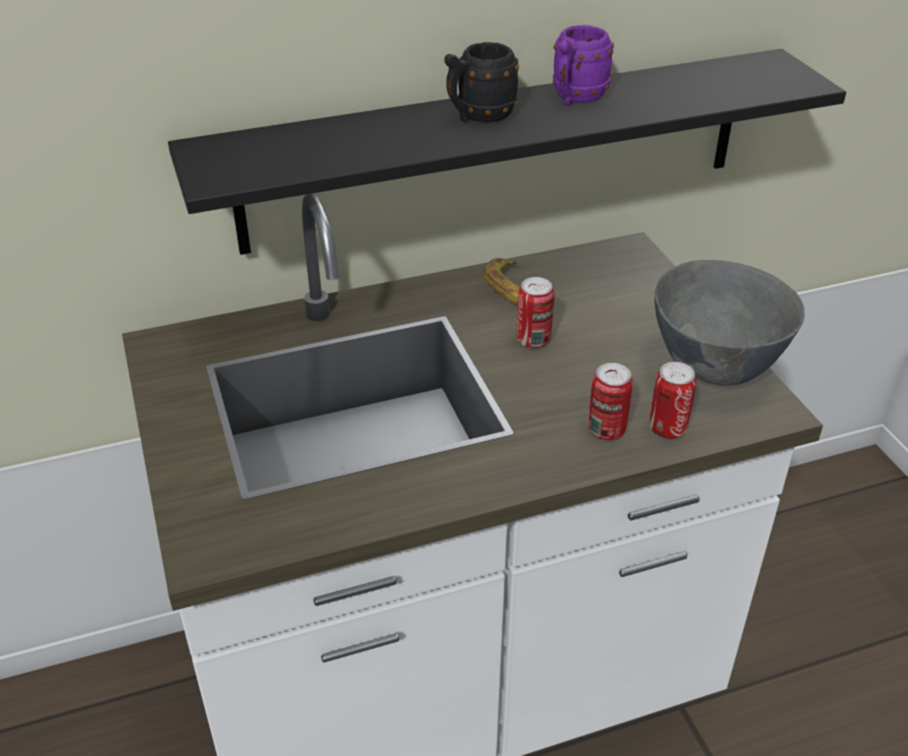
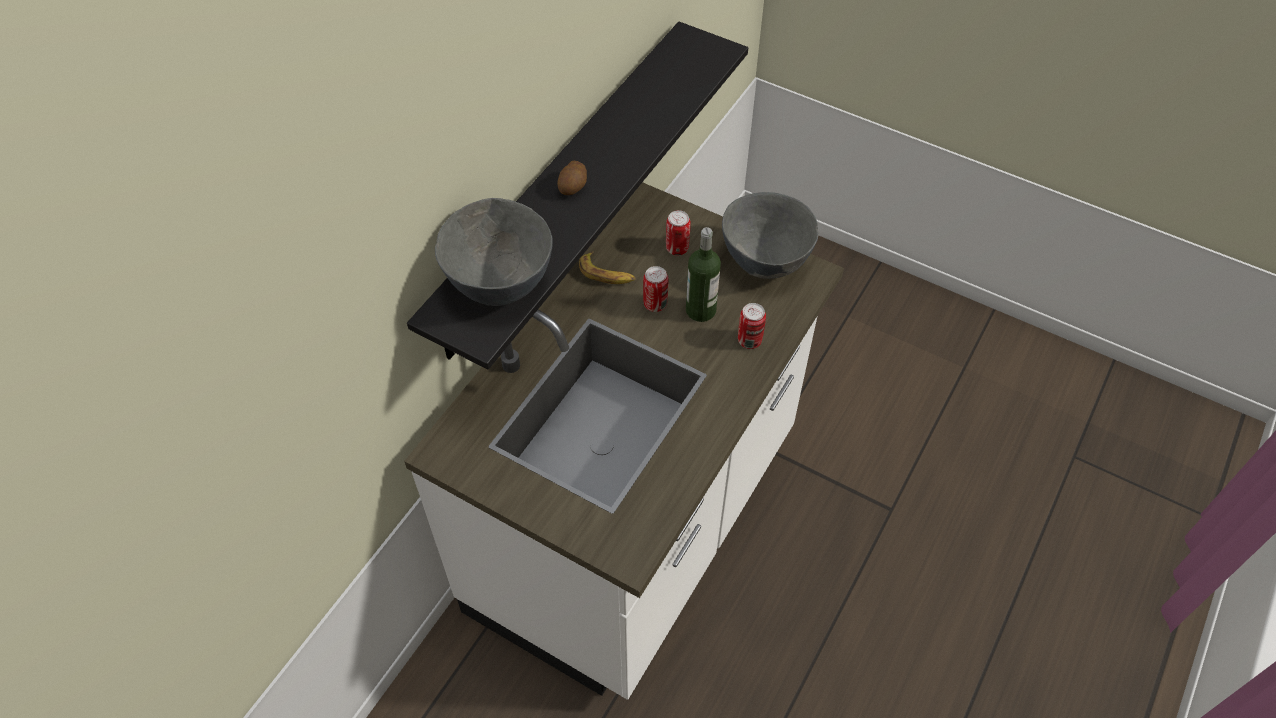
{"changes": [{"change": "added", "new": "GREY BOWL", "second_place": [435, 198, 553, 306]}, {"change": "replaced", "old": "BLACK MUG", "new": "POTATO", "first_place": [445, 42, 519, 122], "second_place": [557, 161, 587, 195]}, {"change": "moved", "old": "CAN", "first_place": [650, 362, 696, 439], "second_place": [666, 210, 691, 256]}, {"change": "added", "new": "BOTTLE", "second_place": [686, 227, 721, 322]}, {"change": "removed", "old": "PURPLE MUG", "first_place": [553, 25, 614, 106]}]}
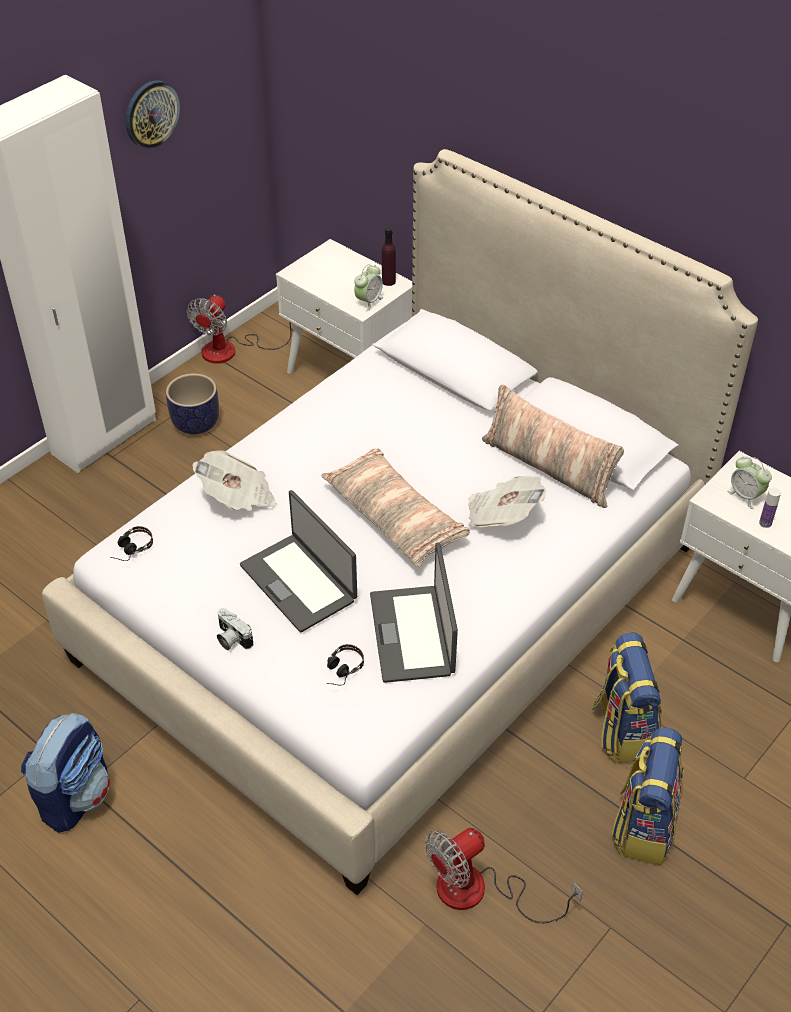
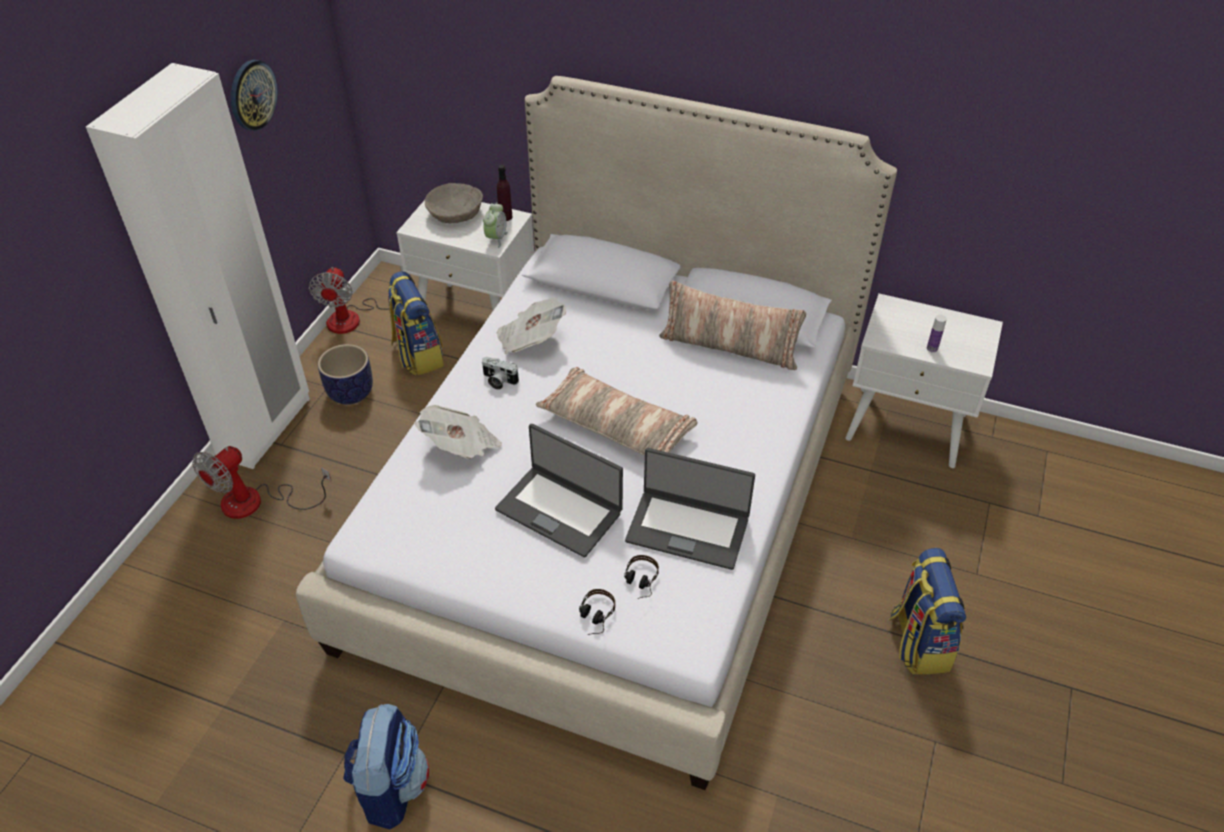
{"changes": [{"change": "moved", "old": "FAN", "first_place": [425, 828, 583, 923], "second_place": [192, 446, 331, 519]}, {"change": "moved", "old": "BACKPACK", "first_place": [592, 632, 662, 763], "second_place": [387, 271, 444, 376]}, {"change": "added", "new": "BEIGE BOWL", "second_place": [425, 183, 483, 223]}, {"change": "moved", "old": "PHOTO CAMERA", "first_place": [217, 608, 253, 650], "second_place": [482, 357, 519, 390]}, {"change": "moved", "old": "NEWSPAPER", "first_place": [468, 476, 546, 527], "second_place": [496, 297, 566, 354]}, {"change": "moved", "old": "HEADPHONES", "first_place": [110, 526, 153, 561], "second_place": [579, 589, 615, 635]}, {"change": "turned", "old": "LAPTOP", "first_place": [370, 543, 458, 683], "second_place": [625, 448, 755, 570], "degrees": -45}, {"change": "removed", "old": "ALARM CLOCK", "first_place": [727, 456, 772, 509]}]}
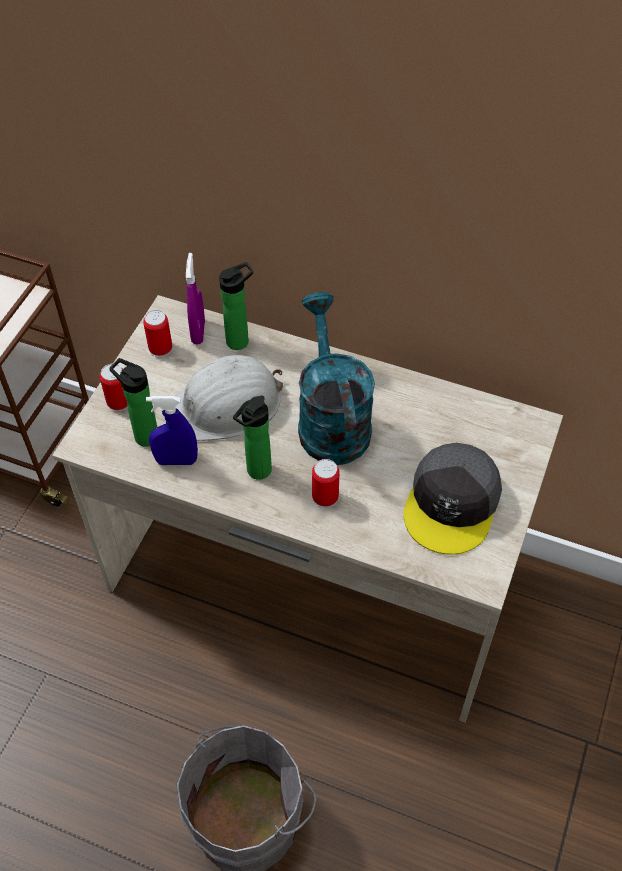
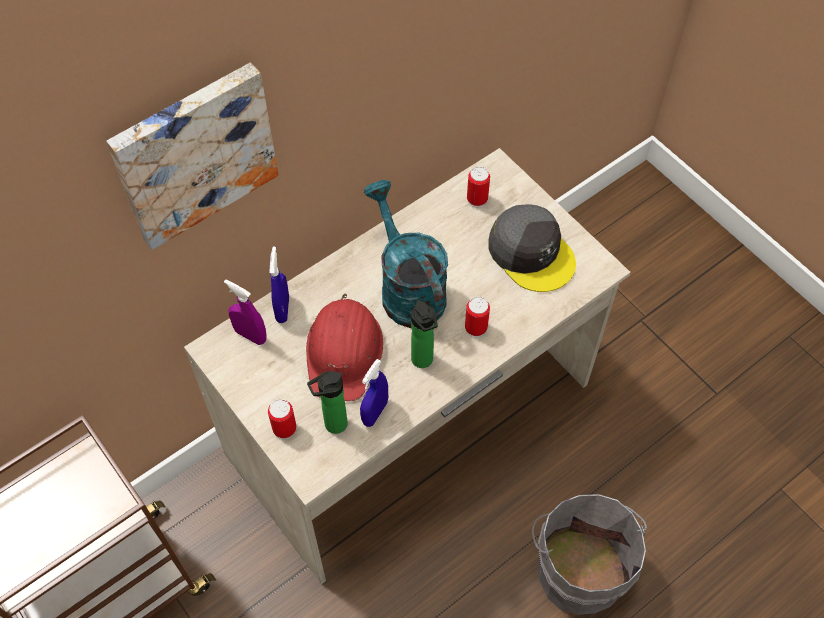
{"changes": [{"change": "added", "new": "PICTURE", "second_place": [106, 63, 278, 250]}, {"change": "replaced", "old": "BOTTLE", "new": "BLUE SPRAY BOTTLE", "first_place": [219, 262, 253, 350], "second_place": [270, 246, 289, 323]}, {"change": "recoloured", "old": "WHITE HARD HAT", "new": "RED HARD HAT", "first_place": [175, 355, 283, 441], "second_place": [306, 294, 383, 401]}, {"change": "turned", "old": "TURQUOISE WATERING CAN", "first_place": [298, 292, 375, 465], "second_place": [364, 180, 448, 328], "degrees": 45}, {"change": "moved", "old": "CAN", "first_place": [143, 310, 172, 358], "second_place": [467, 166, 490, 208]}]}
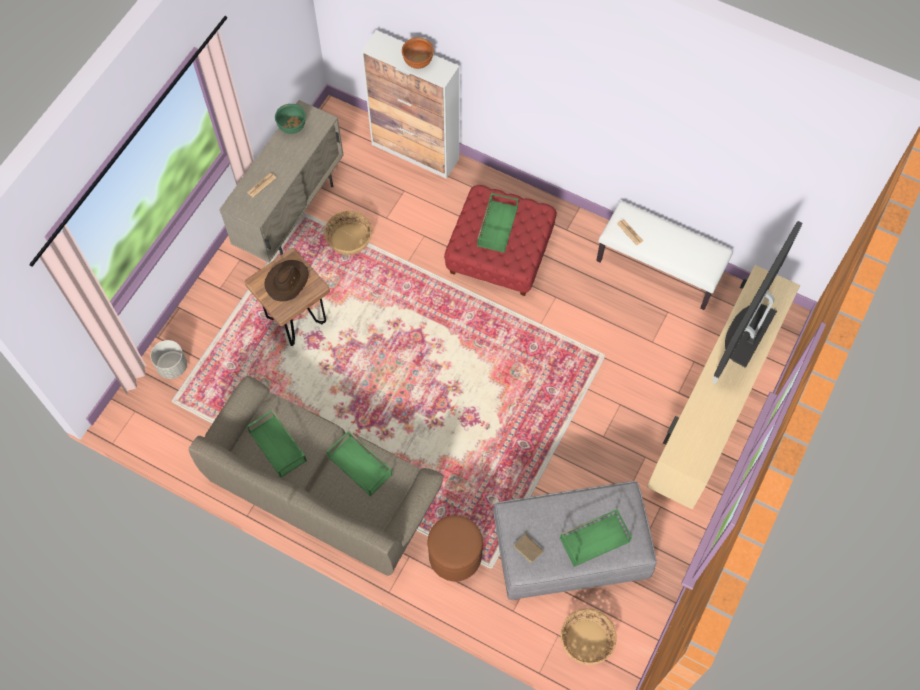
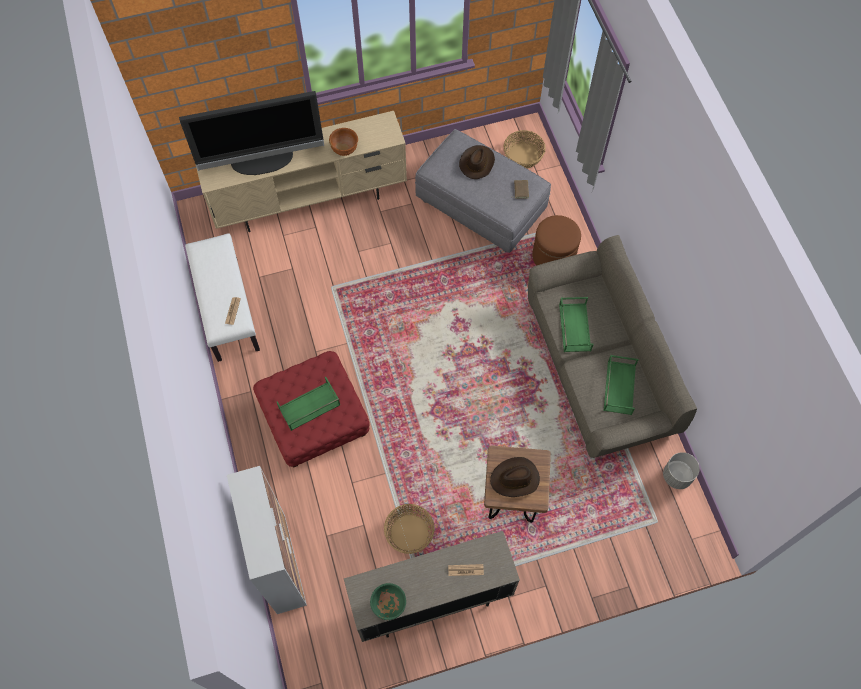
{"changes": [{"change": "moved", "old": "BROWN BOWL", "first_place": [402, 37, 434, 69], "second_place": [329, 128, 358, 156]}, {"change": "replaced", "old": "GREEN TRAY", "new": "BROWN HAT", "first_place": [560, 509, 632, 567], "second_place": [459, 145, 495, 179]}, {"change": "moved", "old": "GREY PLANTER", "first_place": [150, 340, 187, 379], "second_place": [663, 452, 700, 489]}]}
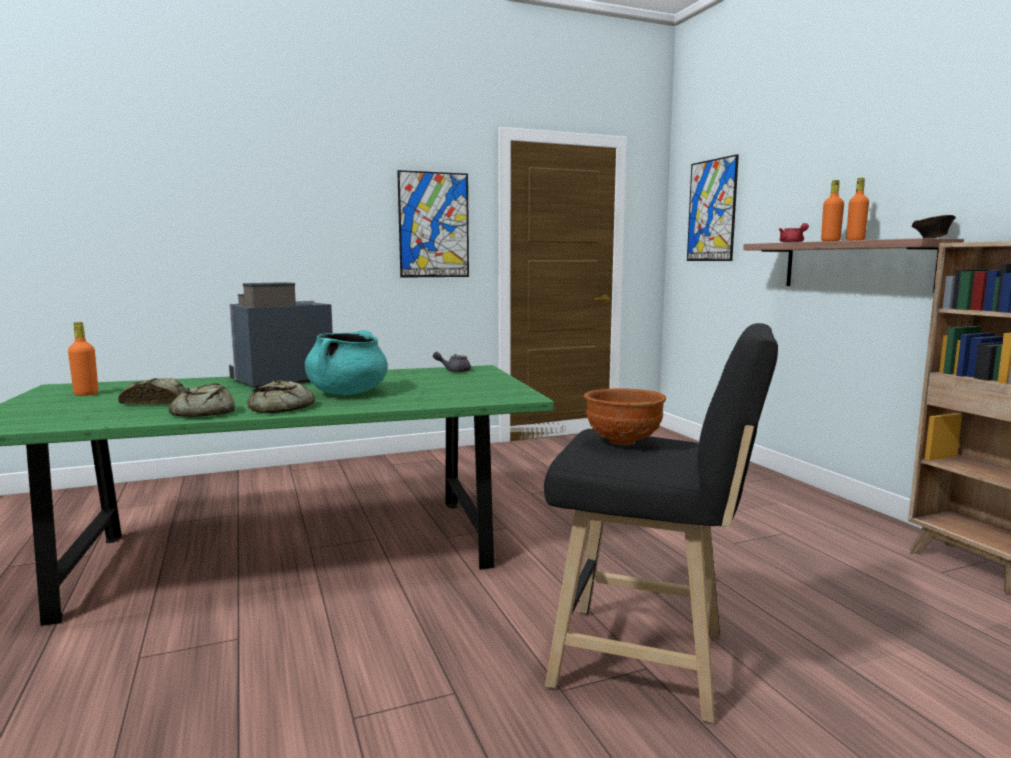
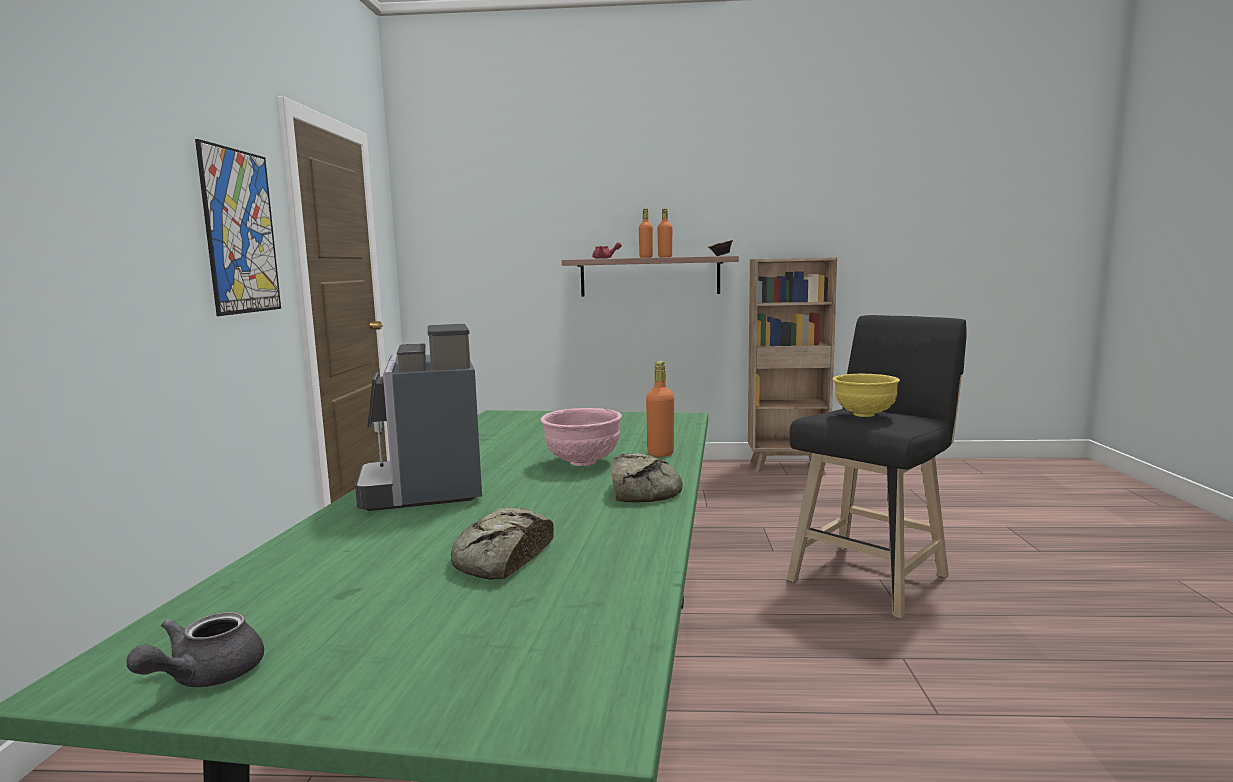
{"changes": [{"change": "moved", "old": "GREY TEAPOT", "first_place": [433, 352, 471, 373], "second_place": [126, 612, 264, 687]}, {"change": "replaced", "old": "TURQUOISE COOKING POT", "new": "PINK BOWL", "first_place": [305, 330, 388, 395], "second_place": [540, 408, 622, 466]}, {"change": "moved", "old": "ORANGE BOTTLE", "first_place": [68, 322, 99, 396], "second_place": [646, 361, 674, 457]}, {"change": "recoloured", "old": "BROWN BOWL", "new": "YELLOW BOWL", "first_place": [584, 388, 666, 445], "second_place": [832, 374, 900, 417]}, {"change": "removed", "old": "BREAD", "first_place": [169, 383, 235, 417]}, {"change": "removed", "old": "PICTURE", "first_place": [687, 154, 739, 261]}]}
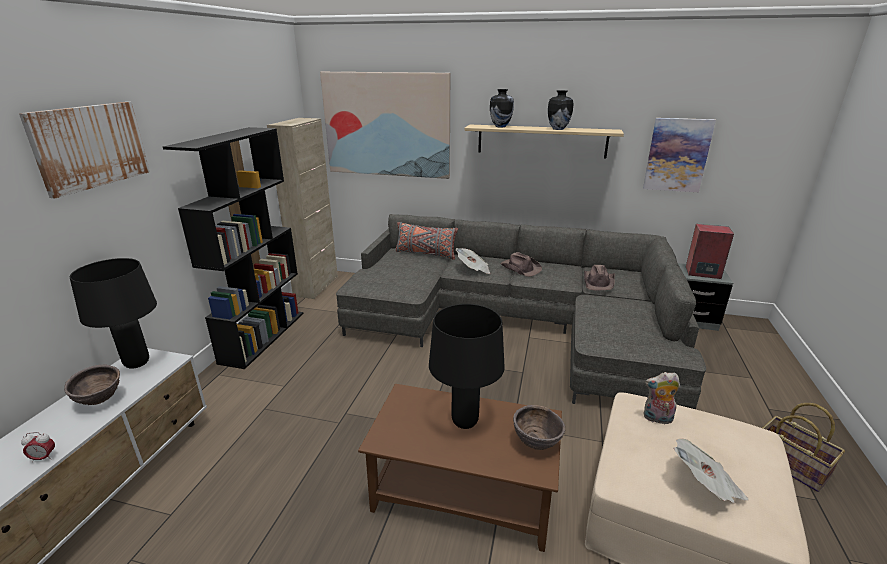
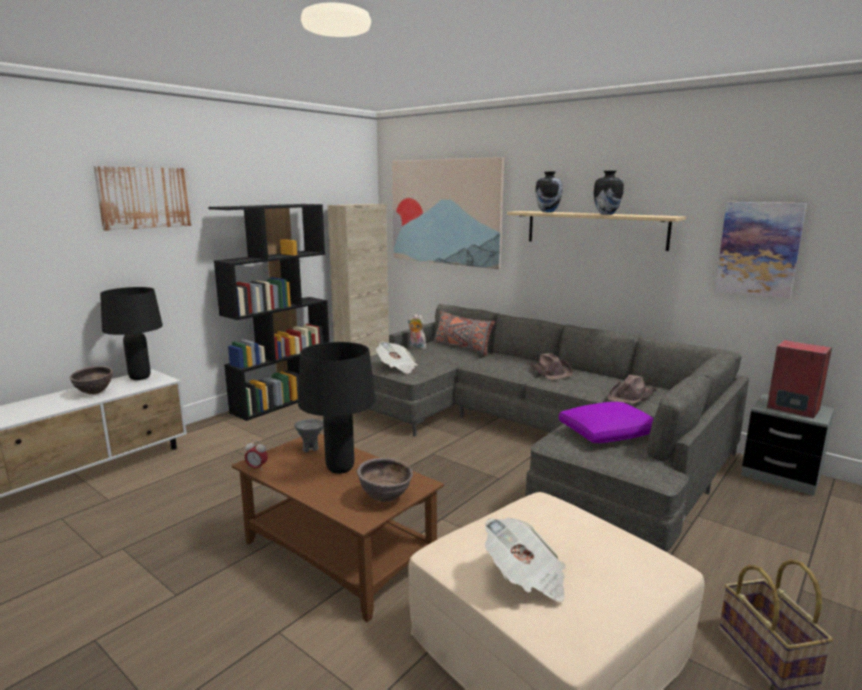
{"changes": [{"change": "moved", "old": "ALARM CLOCK", "first_place": [21, 432, 55, 462], "second_place": [245, 440, 268, 471]}, {"change": "added", "new": "GREY BOWL", "second_place": [294, 419, 324, 452]}, {"change": "moved", "old": "NEWSPAPER", "first_place": [456, 248, 490, 274], "second_place": [376, 341, 418, 373]}, {"change": "moved", "old": "PLUSH TOY", "first_place": [644, 372, 680, 424], "second_place": [408, 314, 426, 350]}, {"change": "added", "new": "PURPLE PILLOW", "second_place": [559, 402, 654, 443]}]}
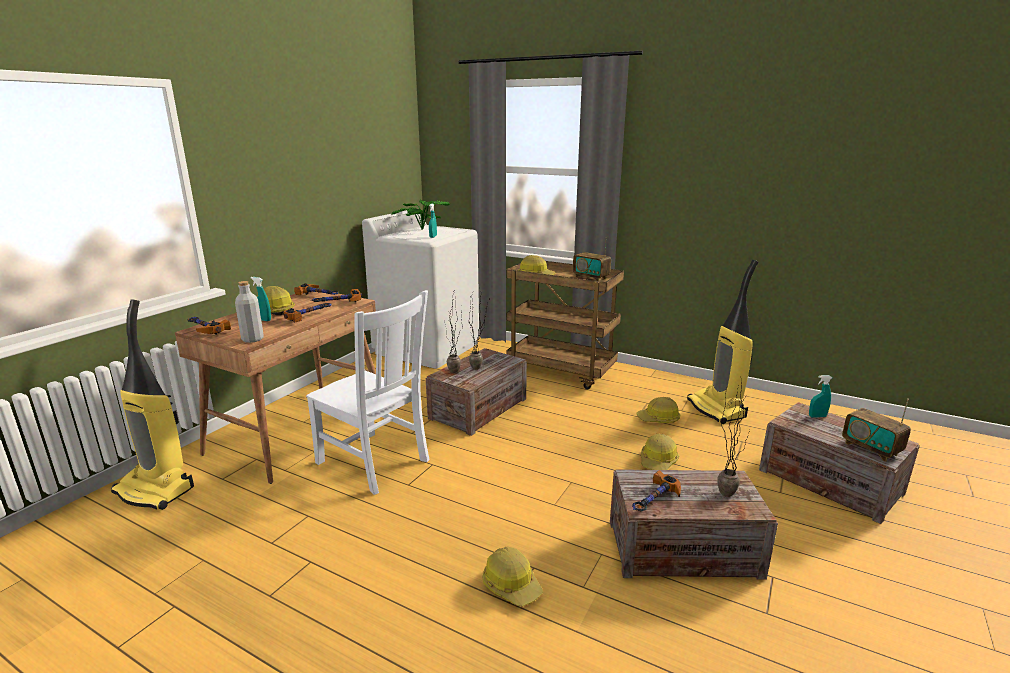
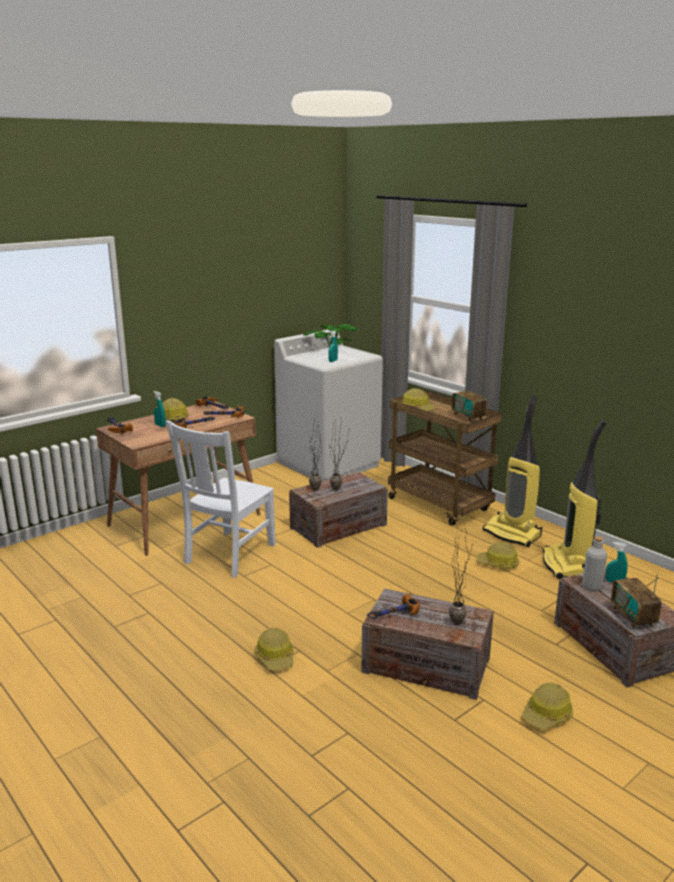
{"changes": [{"change": "turned", "old": "WHITE CHAIR", "first_place": [306, 290, 429, 495], "second_place": [166, 421, 276, 578], "degrees": 60}, {"change": "moved", "old": "VACUUM CLEANER", "first_place": [111, 299, 194, 510], "second_place": [483, 395, 542, 547]}, {"change": "moved", "old": "HARD HAT", "first_place": [641, 434, 679, 470], "second_place": [522, 682, 573, 730]}, {"change": "moved", "old": "GREY BOTTLE", "first_place": [235, 281, 264, 343], "second_place": [582, 536, 607, 591]}]}
